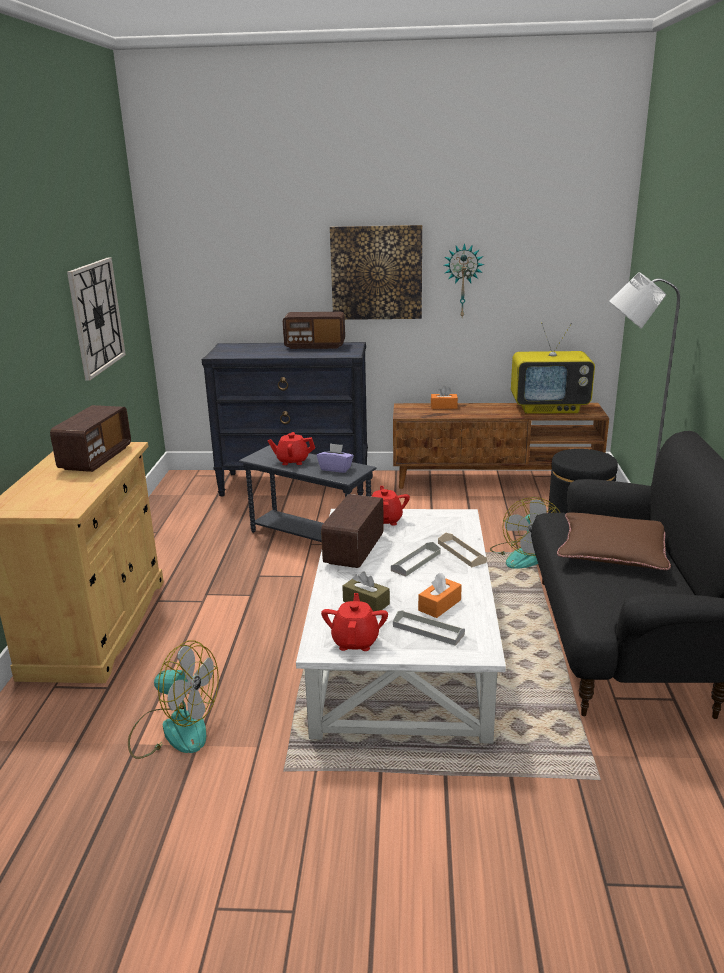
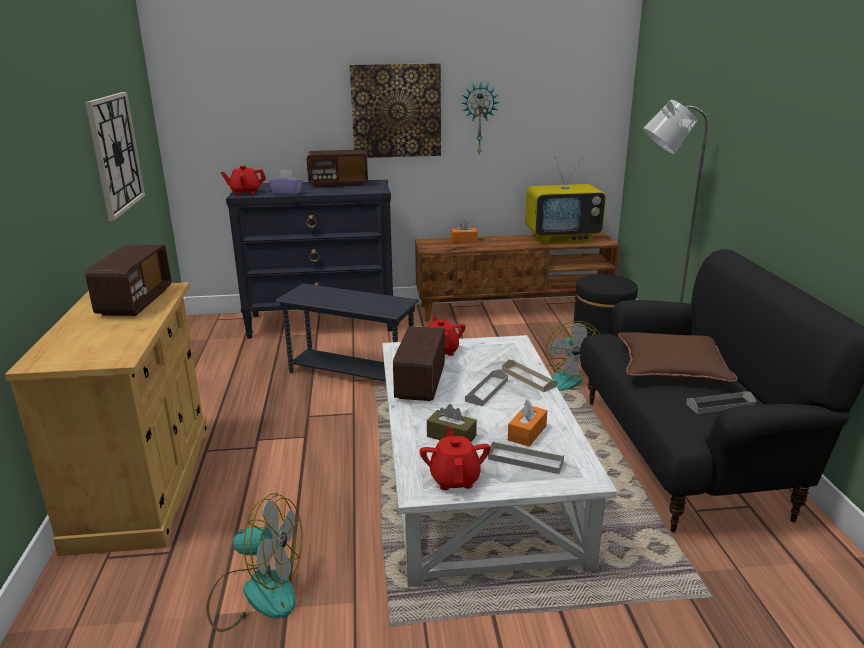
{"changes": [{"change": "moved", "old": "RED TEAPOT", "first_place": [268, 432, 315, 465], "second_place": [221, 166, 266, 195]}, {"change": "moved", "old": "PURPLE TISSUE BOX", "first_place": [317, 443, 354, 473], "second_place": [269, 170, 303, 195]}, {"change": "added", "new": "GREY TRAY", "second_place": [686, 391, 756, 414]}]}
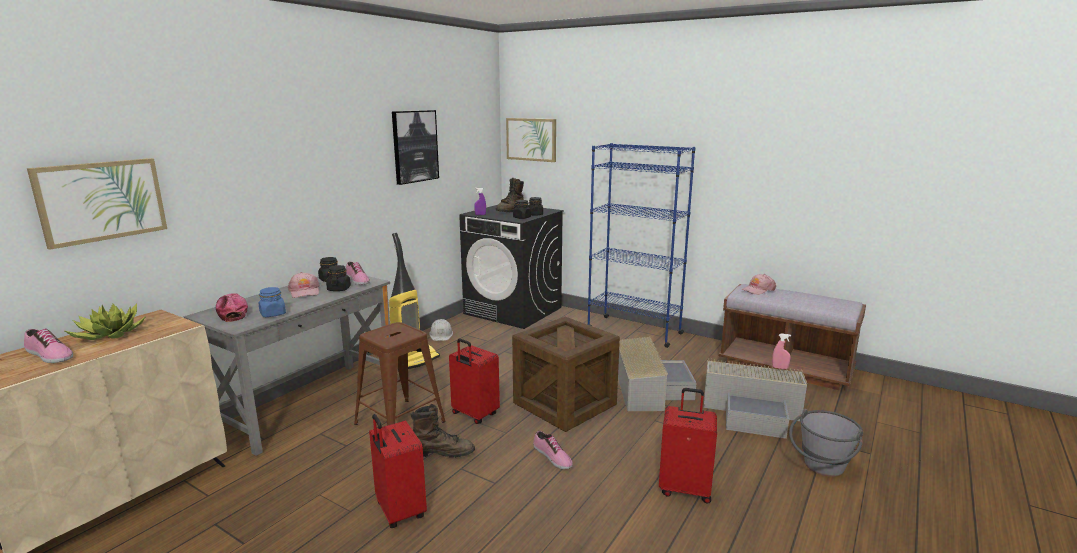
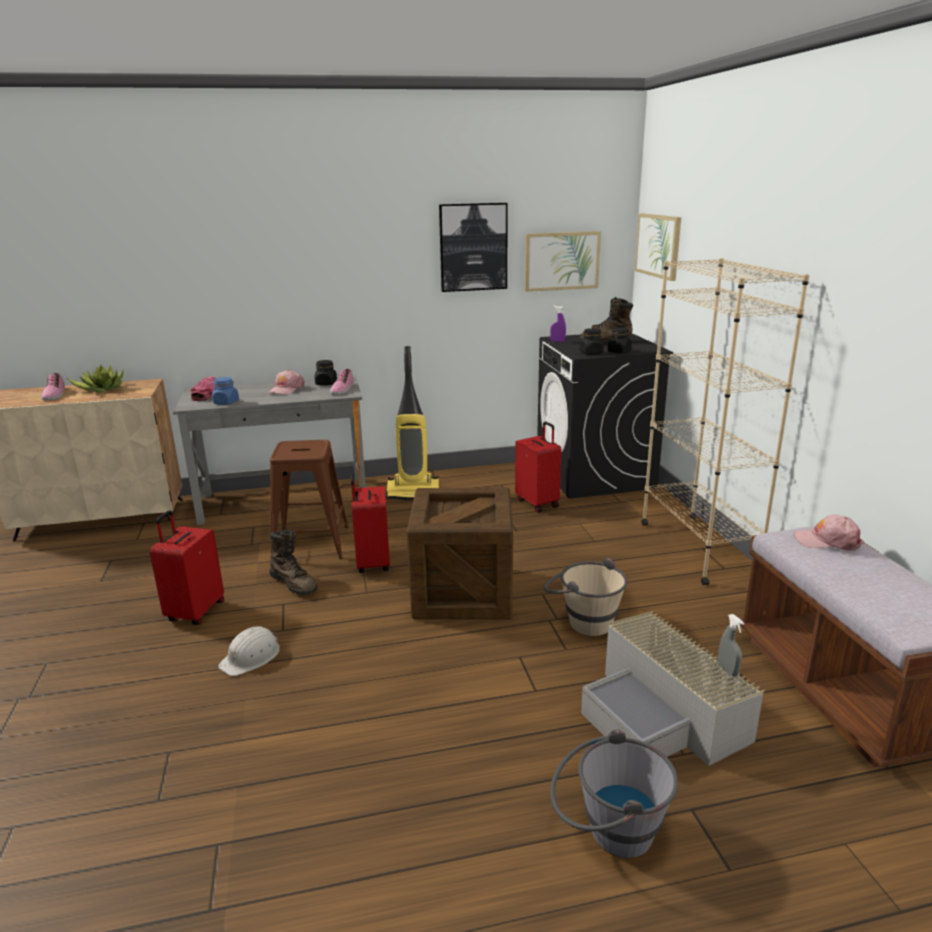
{"changes": [{"change": "moved", "old": "WHITE HARD HAT", "first_place": [429, 319, 453, 341], "second_place": [218, 627, 280, 676]}, {"change": "moved", "old": "RED SUITCASE", "first_place": [659, 388, 717, 503], "second_place": [515, 421, 562, 513]}, {"change": "moved", "old": "PICTURE", "first_place": [27, 158, 167, 250], "second_place": [525, 231, 601, 292]}, {"change": "replaced", "old": "GREY STORAGE BOX", "new": "BEIGE BUCKET", "first_place": [618, 337, 697, 411], "second_place": [544, 558, 628, 636]}, {"change": "recoloured", "old": "BLUE BOOKCASE", "new": "BEIGE BOOKCASE", "first_place": [588, 143, 696, 348], "second_place": [641, 258, 810, 586]}, {"change": "recoloured", "old": "PINK SPRAY BOTTLE", "new": "GREY SPRAY BOTTLE", "first_place": [772, 333, 791, 369], "second_place": [718, 614, 744, 676]}, {"change": "removed", "old": "BLACK JAR", "first_place": [326, 265, 351, 291]}, {"change": "removed", "old": "SHOE", "first_place": [533, 431, 573, 469]}]}
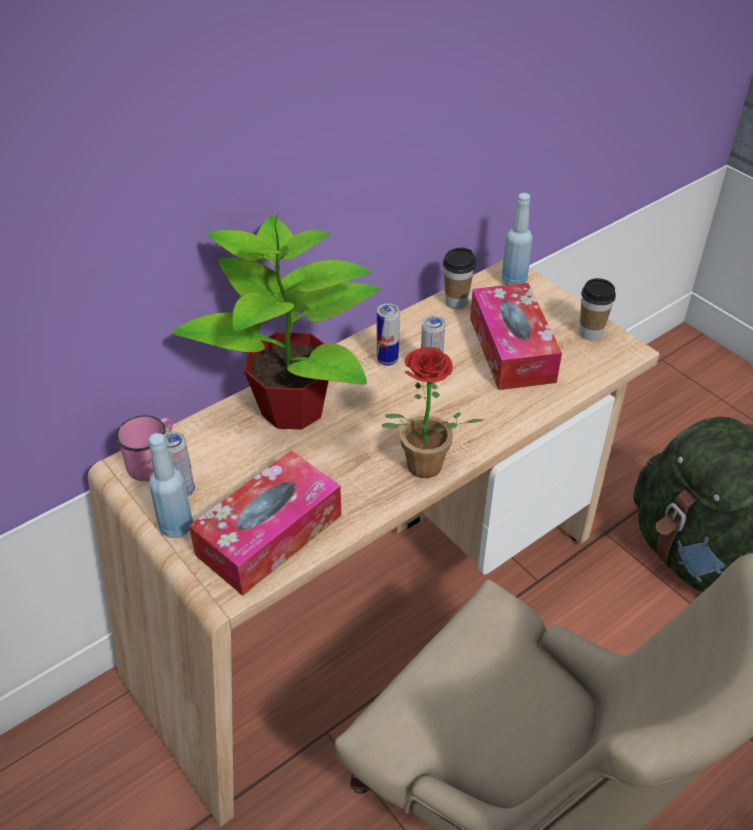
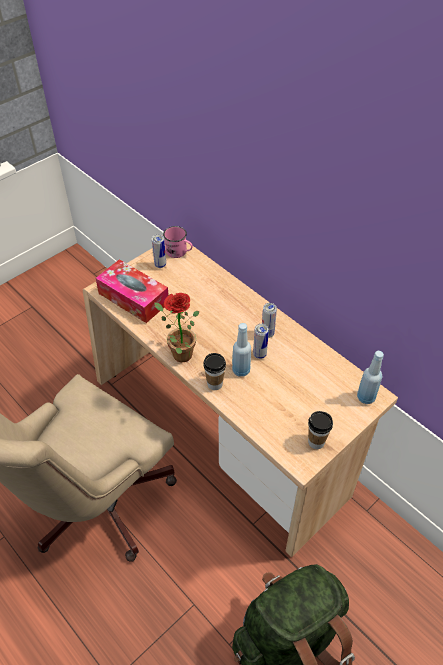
{"changes": [{"change": "moved", "old": "CUP", "first_place": [443, 247, 476, 309], "second_place": [203, 353, 226, 390]}, {"change": "moved", "old": "BLUE BOTTLE", "first_place": [149, 433, 193, 538], "second_place": [232, 323, 251, 377]}, {"change": "removed", "old": "POTTED PLANT", "first_place": [172, 214, 381, 430]}, {"change": "removed", "old": "TISSUE BOX", "first_place": [470, 283, 562, 390]}]}
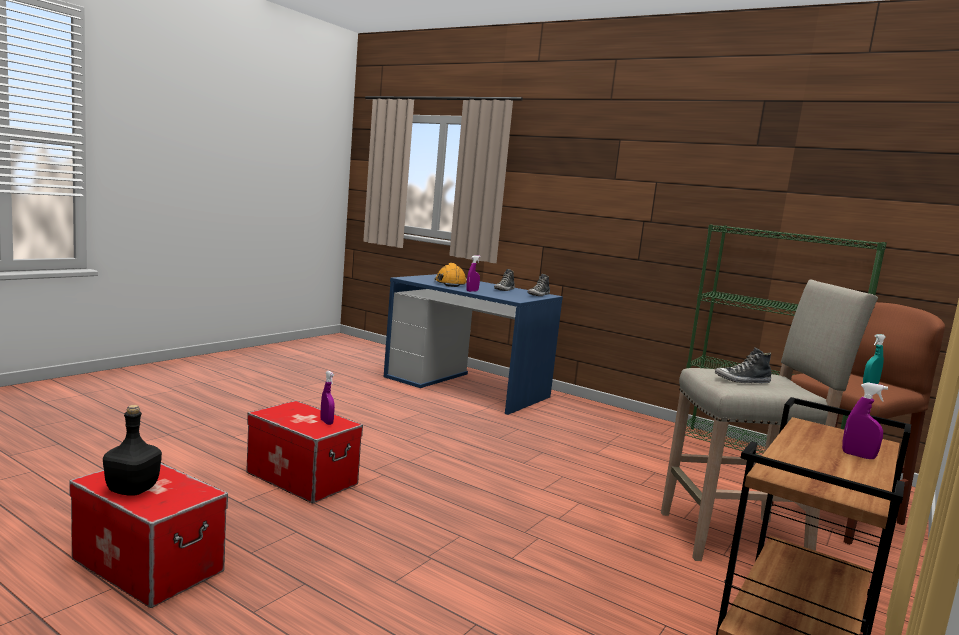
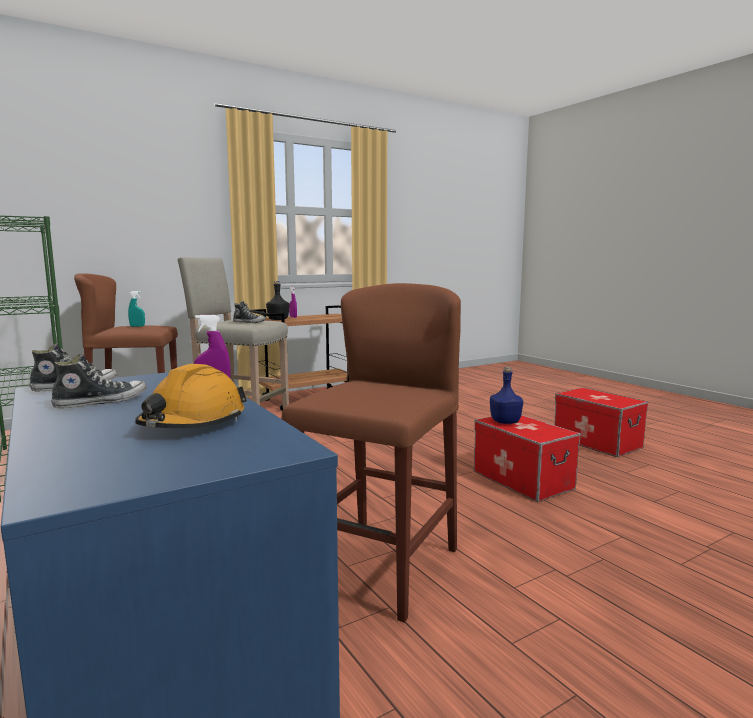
{"changes": [{"change": "moved", "old": "BLACK BOTTLE", "first_place": [103, 405, 162, 496], "second_place": [266, 281, 289, 320]}, {"change": "added", "new": "BROWN STOOL", "second_place": [282, 283, 461, 623]}, {"change": "replaced", "old": "PURPLE SPRAY BOTTLE", "new": "BLUE BOTTLE", "first_place": [321, 371, 335, 425], "second_place": [490, 367, 523, 424]}]}
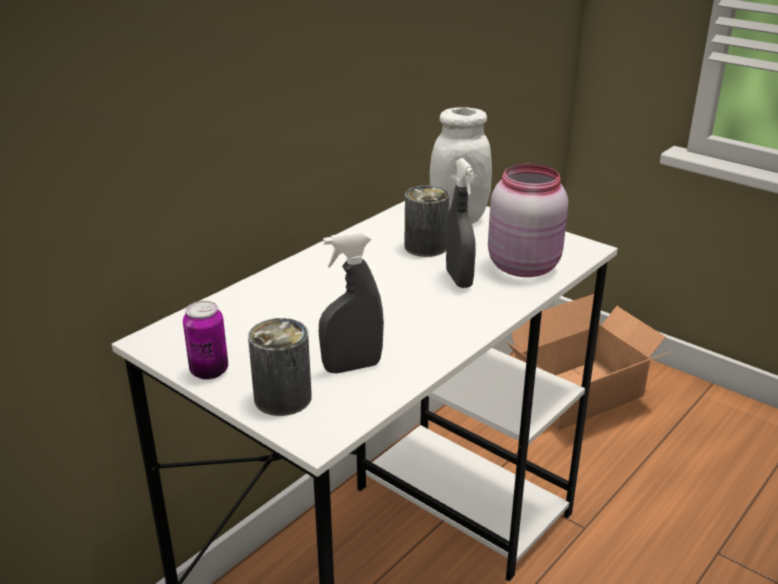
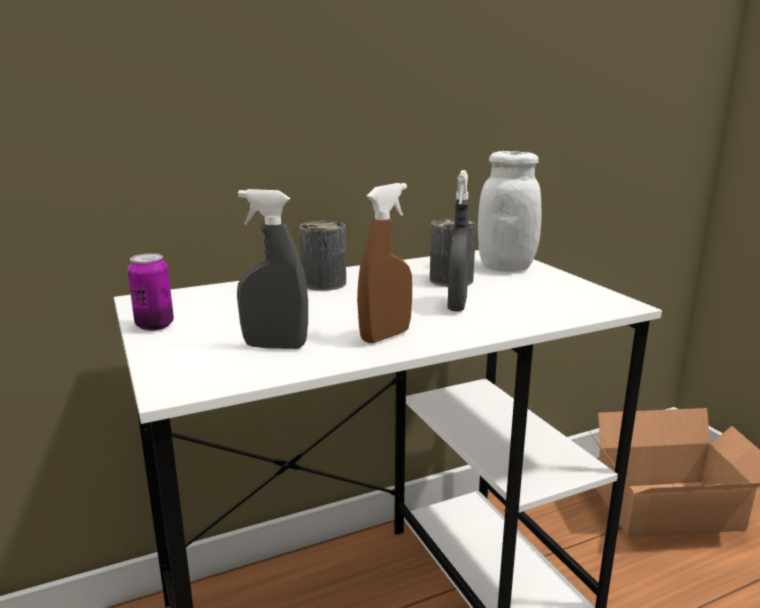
{"changes": [{"change": "moved", "old": "CAN", "first_place": [248, 318, 312, 416], "second_place": [300, 221, 346, 291]}, {"change": "added", "new": "BROWN SPRAY BOTTLE", "second_place": [357, 183, 412, 343]}, {"change": "removed", "old": "PINK JAR", "first_place": [488, 164, 568, 277]}]}
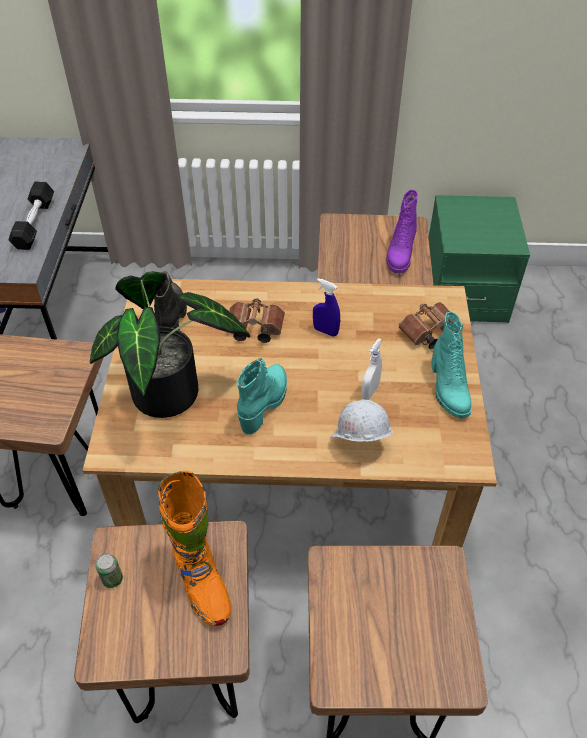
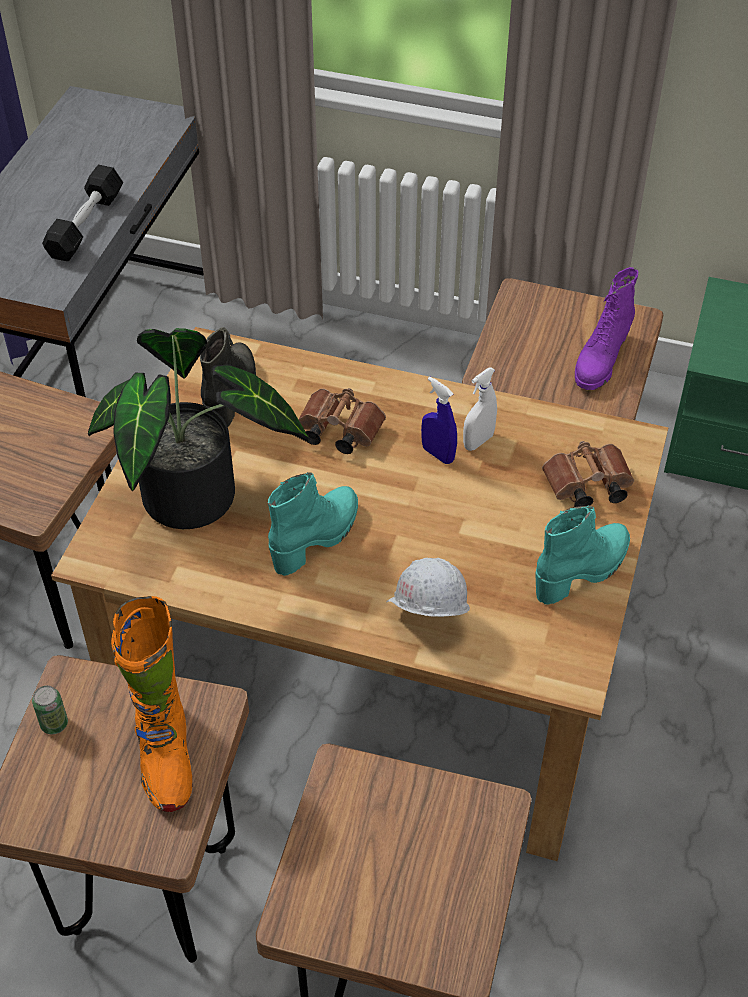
{"changes": [{"change": "moved", "old": "WHITE SPRAY BOTTLE", "first_place": [361, 338, 382, 400], "second_place": [463, 367, 497, 451]}, {"change": "turned", "old": "TURQUOISE BOOT", "first_place": [431, 312, 472, 418], "second_place": [535, 505, 630, 604], "degrees": -135}]}
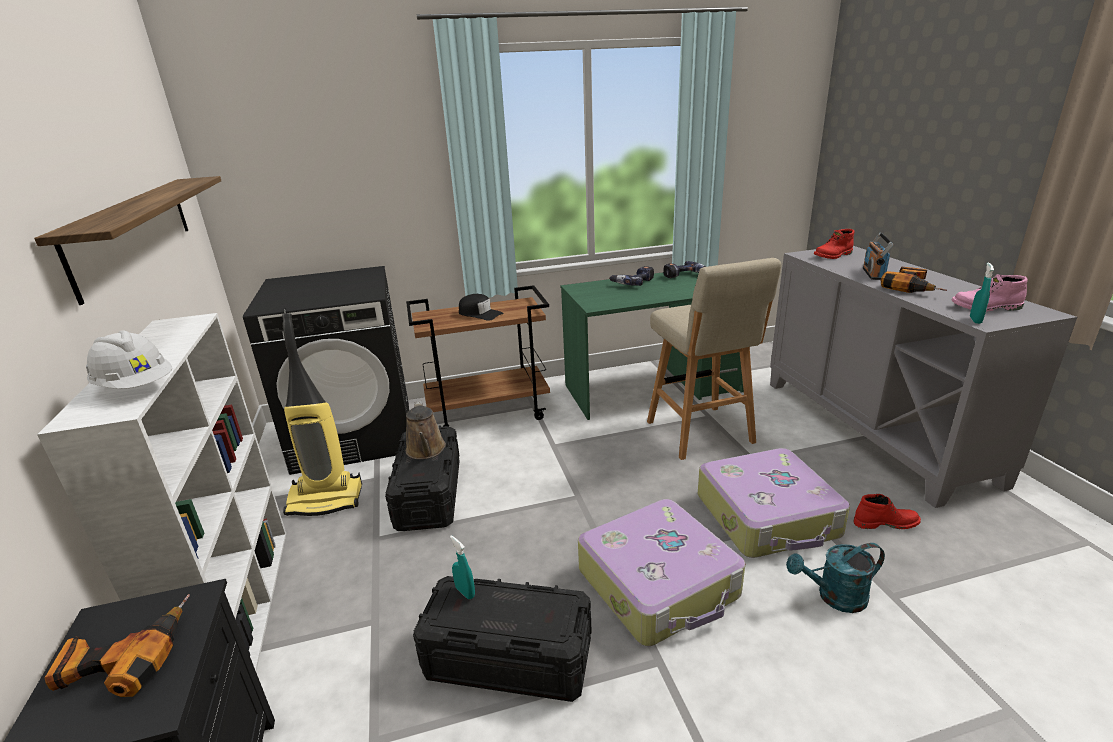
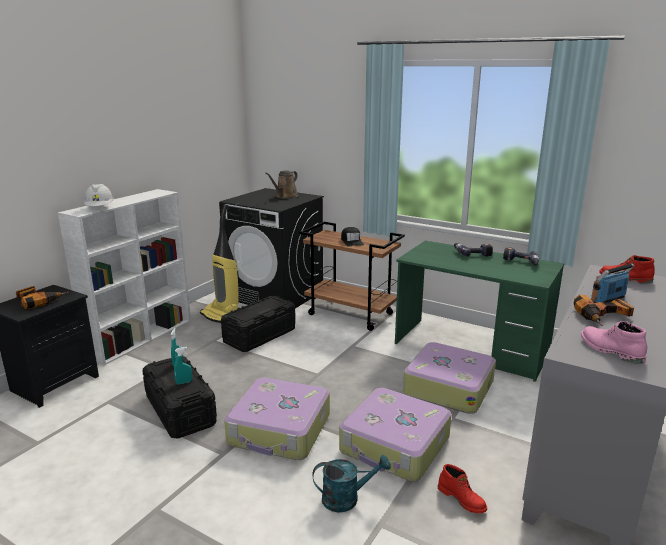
{"changes": [{"change": "moved", "old": "TURQUOISE SPRAY BOTTLE", "first_place": [970, 263, 994, 324], "second_place": [174, 347, 192, 384]}, {"change": "moved", "old": "BROWN WATERING CAN", "first_place": [406, 401, 446, 459], "second_place": [265, 171, 298, 199]}, {"change": "turned", "old": "TURQUOISE WATERING CAN", "first_place": [786, 543, 885, 613], "second_place": [312, 455, 391, 513], "degrees": 135}, {"change": "replaced", "old": "BEIGE STOOL", "new": "SUITCASE", "first_place": [647, 258, 781, 460], "second_place": [403, 342, 496, 414]}, {"change": "removed", "old": "SHELF", "first_place": [34, 176, 221, 305]}]}
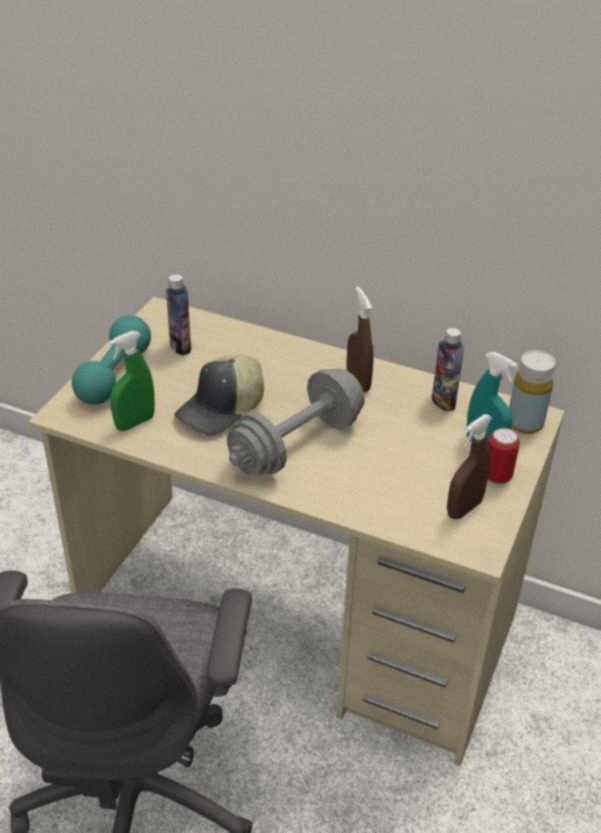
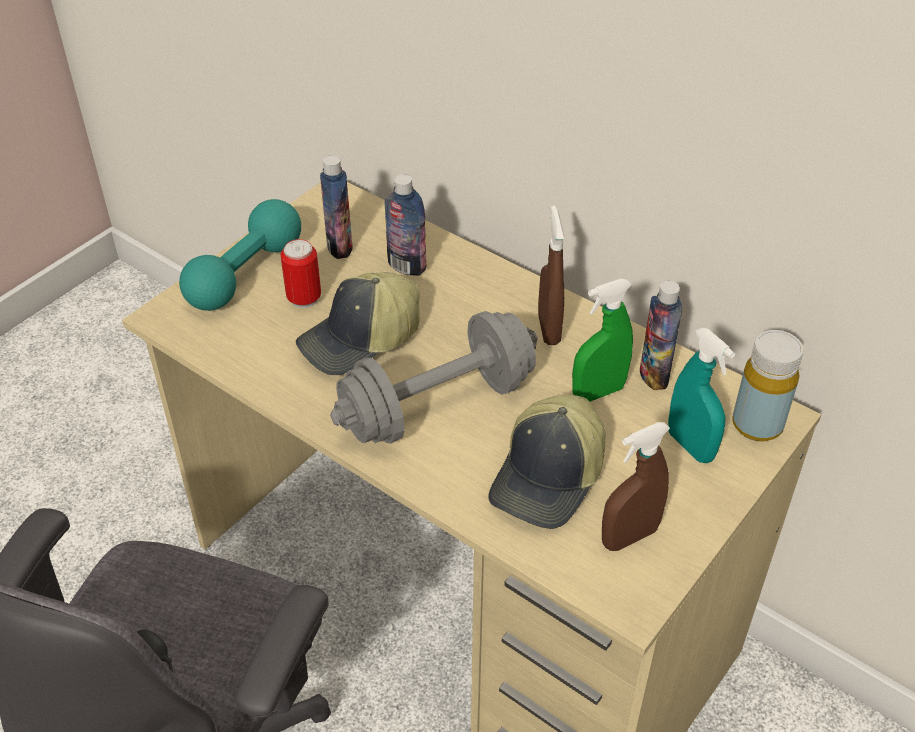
{"changes": [{"change": "moved", "old": "CAN", "first_place": [487, 428, 520, 486], "second_place": [281, 239, 321, 308]}, {"change": "added", "new": "BOTTLE", "second_place": [384, 174, 426, 276]}, {"change": "added", "new": "CAP", "second_place": [488, 395, 606, 529]}, {"change": "moved", "old": "GREEN SPRAY BOTTLE", "first_place": [108, 331, 155, 431], "second_place": [572, 279, 633, 402]}]}
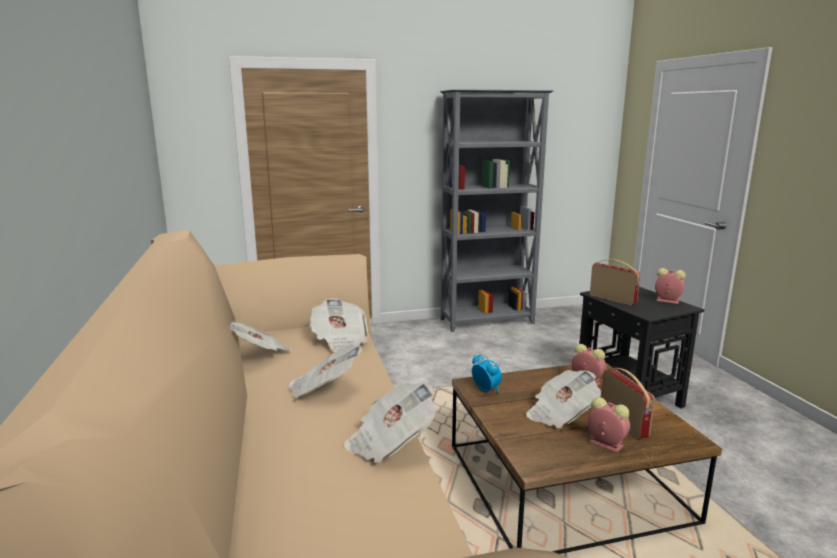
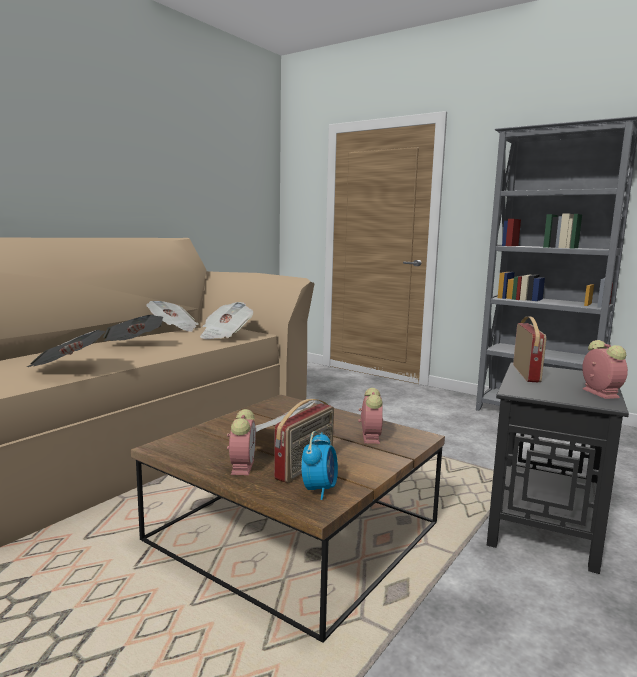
{"changes": [{"change": "moved", "old": "ALARM CLOCK", "first_place": [472, 354, 502, 393], "second_place": [301, 431, 338, 500]}]}
